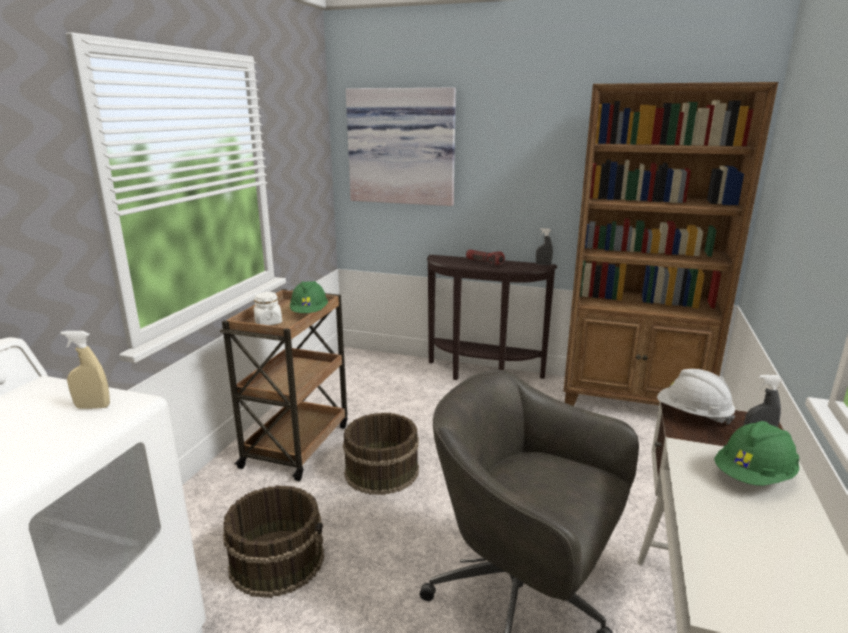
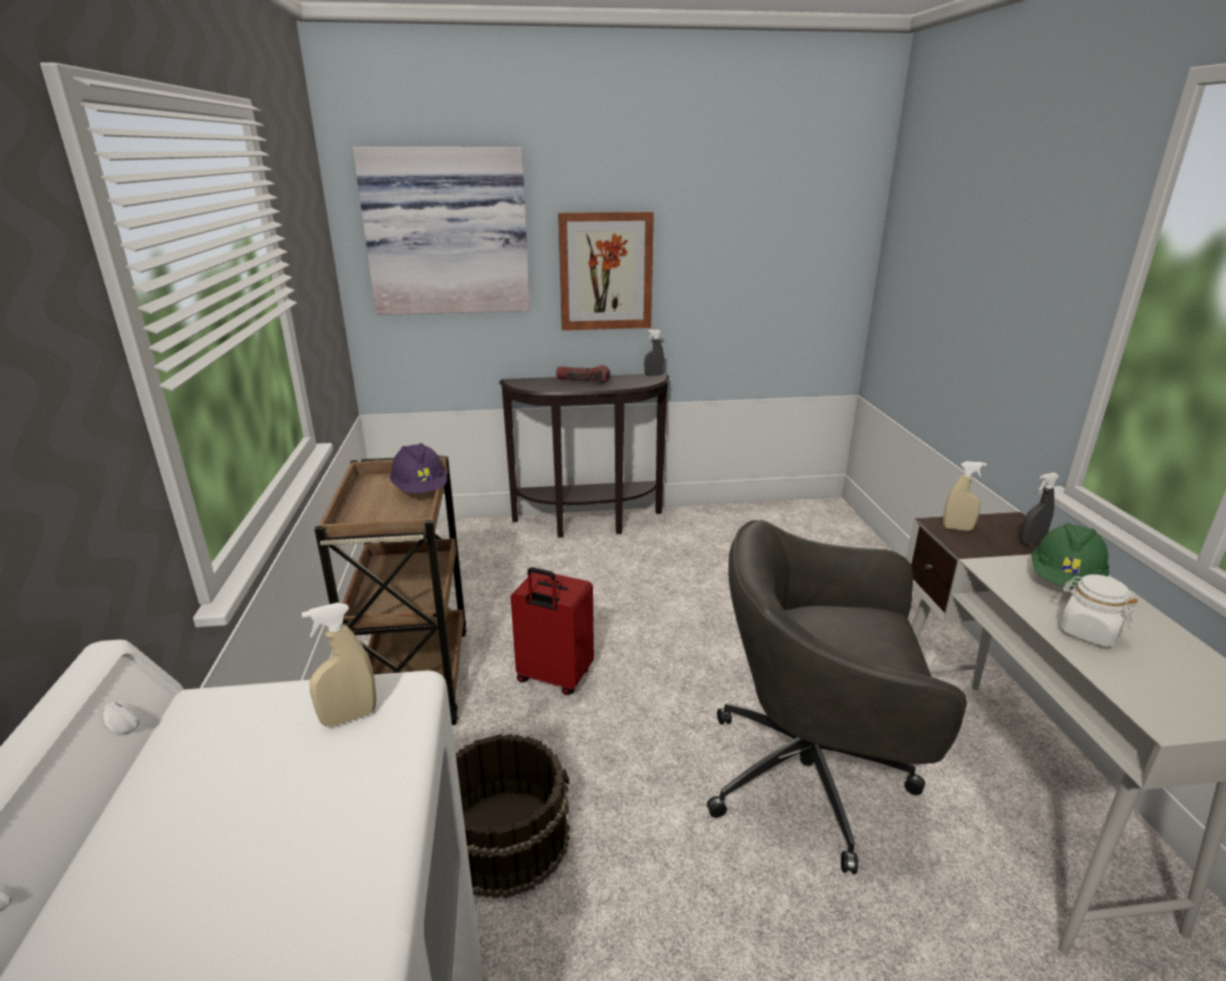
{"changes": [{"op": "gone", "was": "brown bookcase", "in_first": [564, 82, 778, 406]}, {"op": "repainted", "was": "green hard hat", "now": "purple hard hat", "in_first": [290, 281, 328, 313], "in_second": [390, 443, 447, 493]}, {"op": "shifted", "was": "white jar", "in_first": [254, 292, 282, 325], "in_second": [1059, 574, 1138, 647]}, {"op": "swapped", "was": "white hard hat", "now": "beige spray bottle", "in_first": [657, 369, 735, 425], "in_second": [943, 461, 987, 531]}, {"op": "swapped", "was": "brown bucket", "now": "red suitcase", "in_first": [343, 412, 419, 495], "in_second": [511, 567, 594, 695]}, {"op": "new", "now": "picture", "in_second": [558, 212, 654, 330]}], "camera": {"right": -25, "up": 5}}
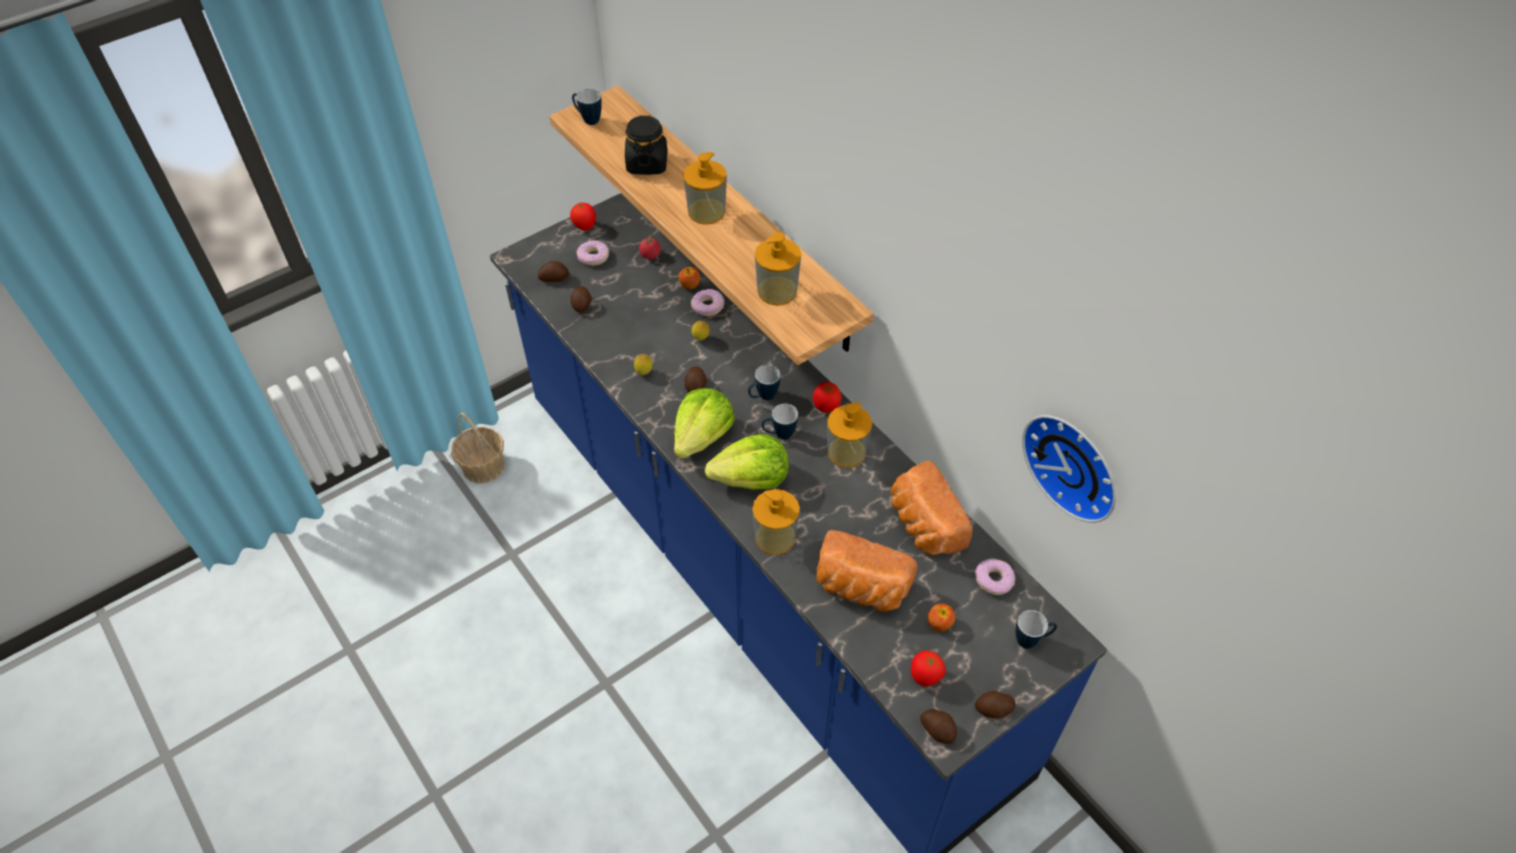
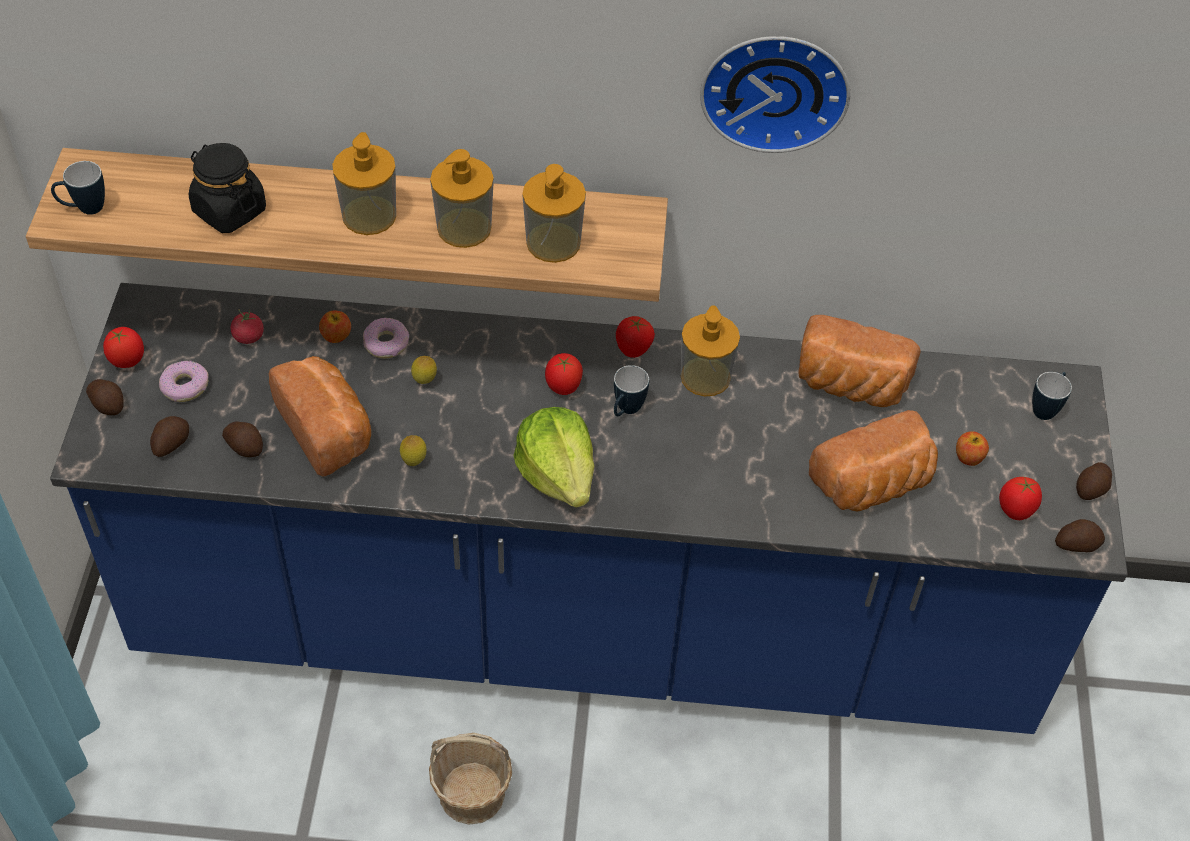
{"changes": [{"op": "swapped", "was": "mug", "now": "tomato", "in_first": [748, 365, 780, 400], "in_second": [545, 353, 583, 395]}, {"op": "shifted", "was": "potato", "in_first": [685, 366, 707, 392], "in_second": [86, 379, 124, 415]}, {"op": "shifted", "was": "basket", "in_first": [451, 413, 504, 484], "in_second": [429, 733, 512, 825]}, {"op": "shifted", "was": "wall clock", "in_first": [1022, 415, 1116, 523], "in_second": [700, 36, 850, 153]}, {"op": "gone", "was": "lettuce", "in_first": [705, 434, 789, 490]}, {"op": "shifted", "was": "soap dispenser", "in_first": [752, 489, 800, 555], "in_second": [430, 149, 494, 248]}, {"op": "gone", "was": "donut", "in_first": [975, 559, 1015, 595]}, {"op": "new", "now": "bread", "in_second": [269, 356, 371, 477]}], "camera": {"right": -50, "up": 0}}
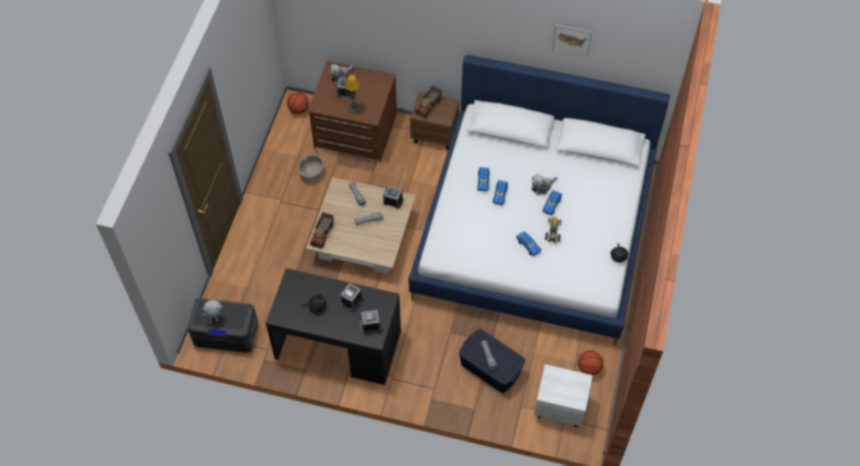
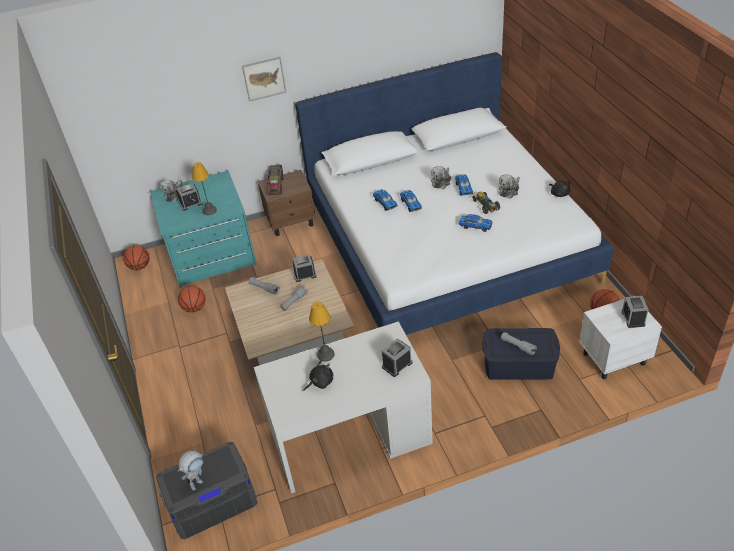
{"changes": [{"op": "shifted", "was": "picture", "in_first": [552, 25, 592, 57], "in_second": [242, 57, 286, 102]}, {"op": "repainted", "was": "brown dresser", "now": "turquoise dresser", "in_first": [307, 61, 397, 162], "in_second": [150, 171, 257, 288]}, {"op": "swapped", "was": "basket", "now": "basketball", "in_first": [298, 147, 324, 183], "in_second": [178, 286, 206, 313]}, {"op": "gone", "was": "toy truck", "in_first": [310, 212, 334, 248]}, {"op": "repainted", "was": "black desk", "now": "white desk", "in_first": [266, 268, 401, 385], "in_second": [254, 321, 433, 494]}, {"op": "shifted", "was": "alarm clock", "in_first": [340, 283, 363, 311], "in_second": [622, 296, 649, 328]}, {"op": "new", "now": "plush toy", "in_second": [499, 174, 520, 199]}, {"op": "new", "now": "table lamp", "in_second": [309, 301, 335, 362]}], "camera": {"right": -30, "up": -15}}
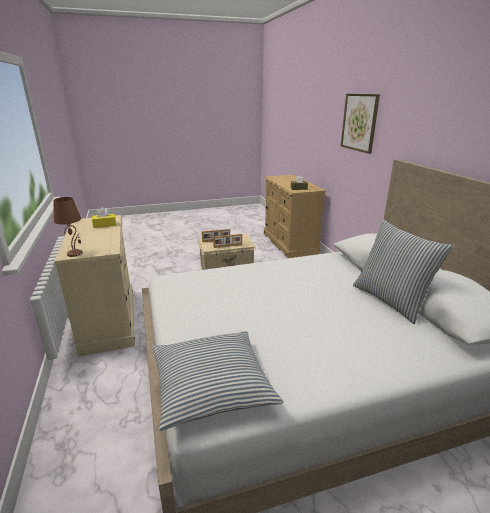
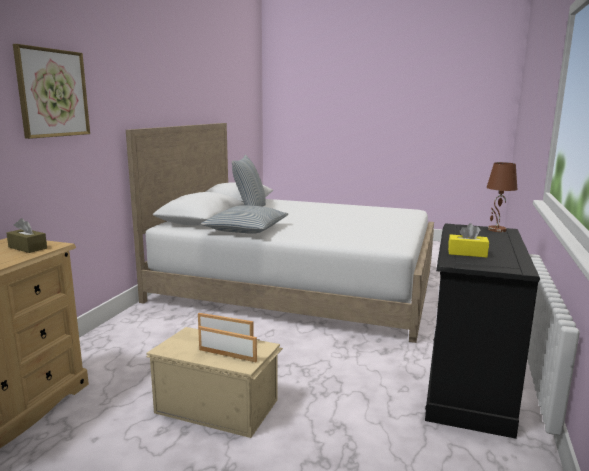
{"changes": [{"op": "repainted", "was": "beige dresser", "now": "black dresser", "in_first": [54, 215, 135, 357], "in_second": [425, 223, 540, 439]}, {"op": "shifted", "was": "pillow", "in_first": [152, 331, 283, 431], "in_second": [201, 205, 288, 234]}], "camera": {"right": -145, "up": -10}}
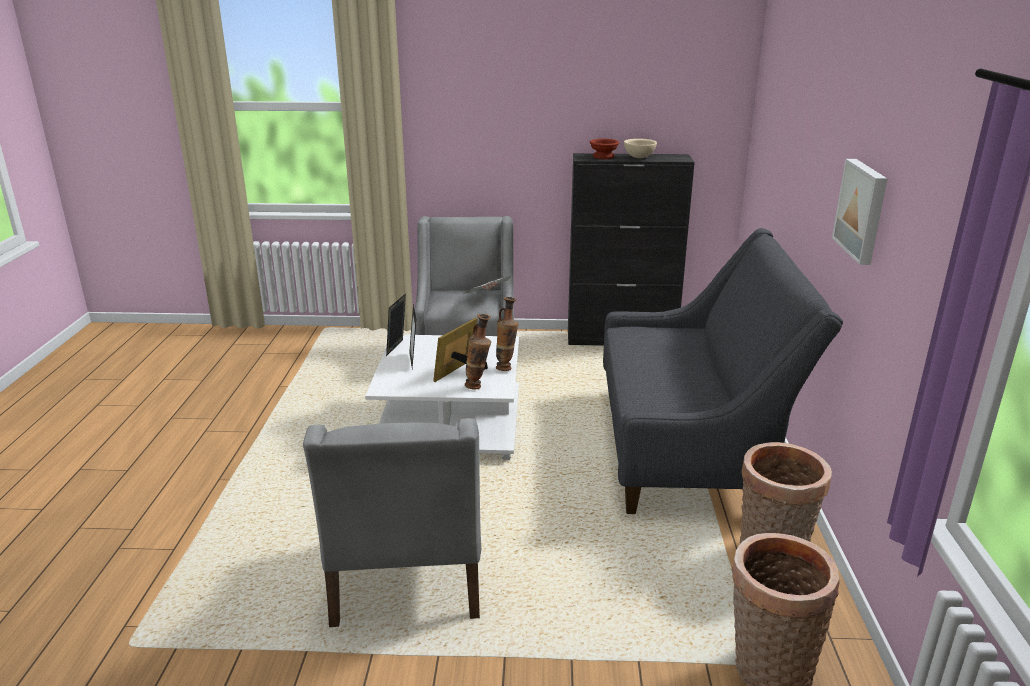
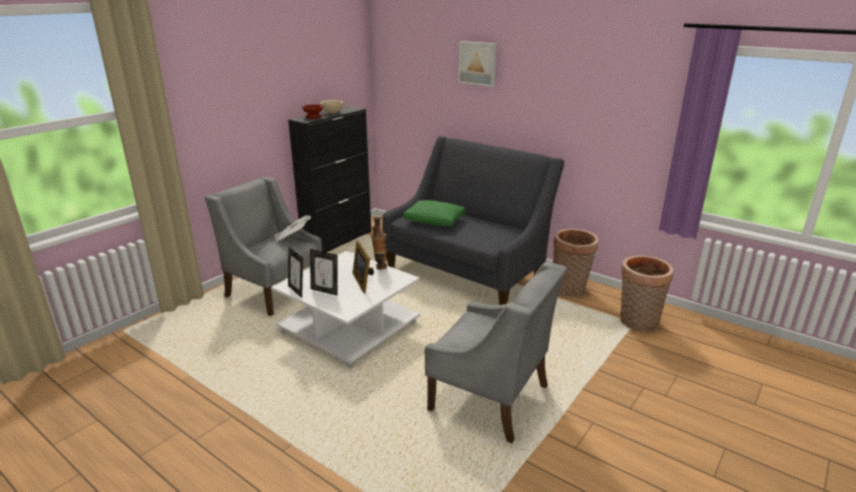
{"changes": [{"op": "shifted", "was": "picture", "in_first": [832, 159, 887, 265], "in_second": [459, 41, 497, 87]}, {"op": "gone", "was": "vase", "in_first": [465, 314, 491, 390]}, {"op": "new", "now": "green pillow", "in_second": [403, 200, 466, 226]}], "camera": {"right": -55, "up": 0}}
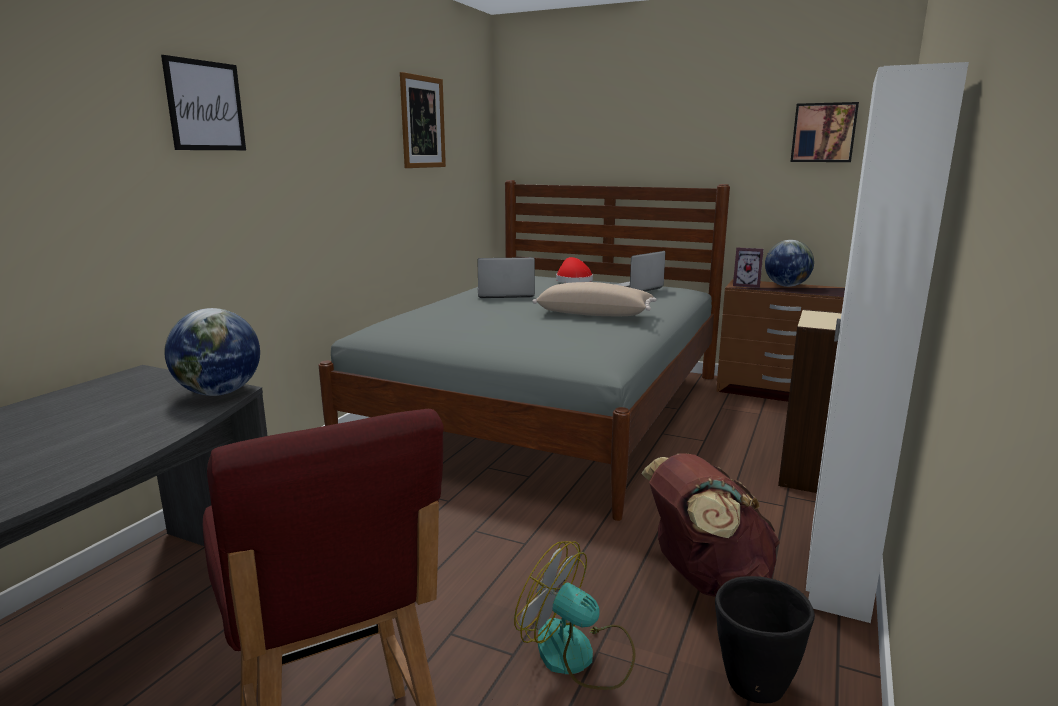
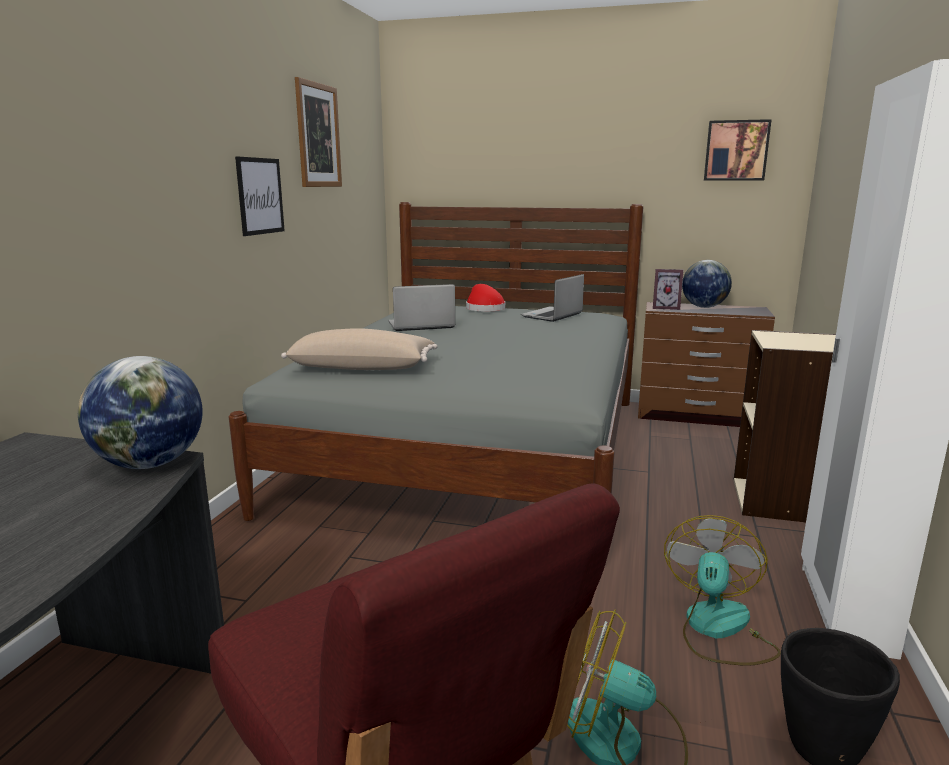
{"changes": [{"op": "shifted", "was": "picture", "in_first": [161, 55, 246, 150], "in_second": [235, 156, 285, 236]}, {"op": "shifted", "was": "beige pillow", "in_first": [532, 282, 657, 316], "in_second": [281, 328, 437, 370]}, {"op": "swapped", "was": "brown backpack", "now": "fan", "in_first": [641, 453, 780, 597], "in_second": [664, 515, 781, 666]}], "camera": {"right": -10, "up": 0}}
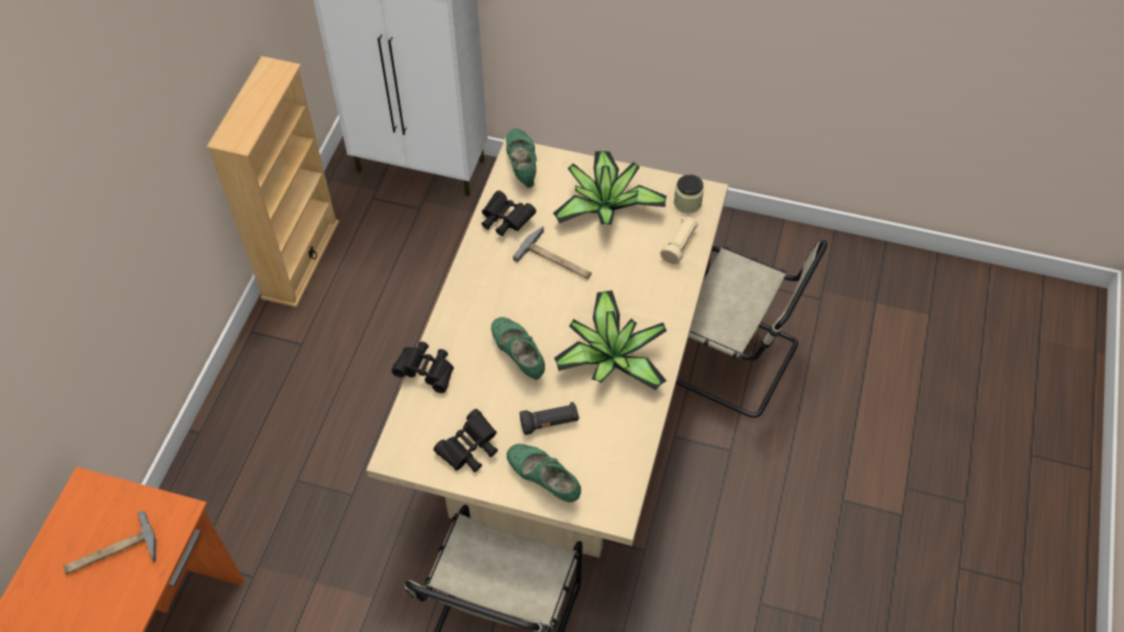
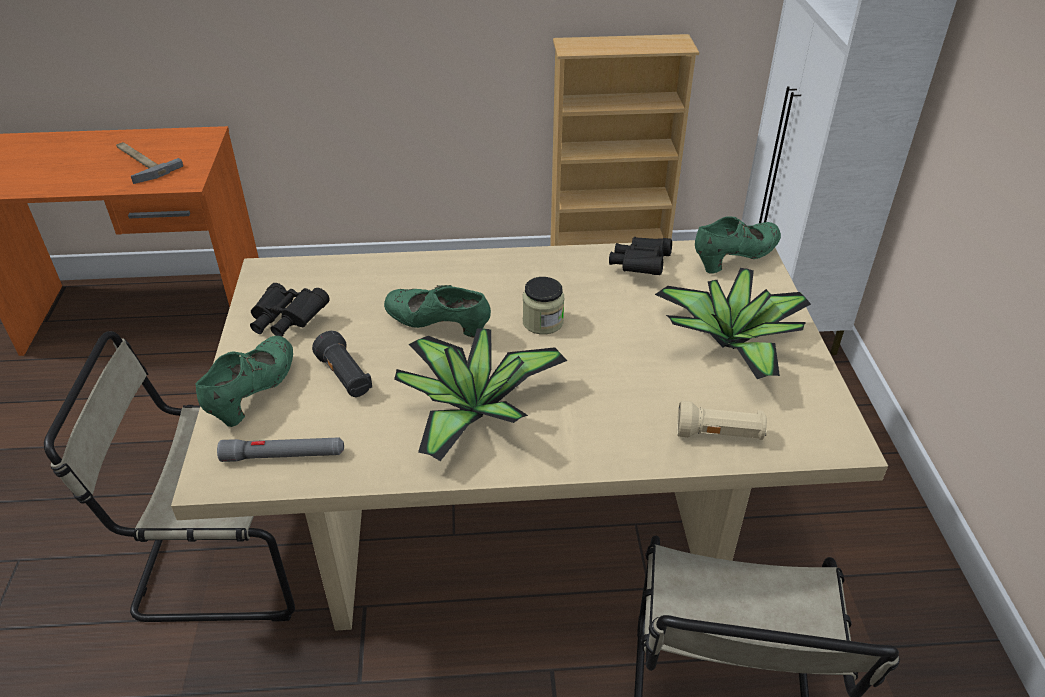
{"changes": [{"op": "shifted", "was": "jar", "in_first": [674, 174, 704, 213], "in_second": [523, 277, 564, 335]}, {"op": "gone", "was": "hammer", "in_first": [513, 226, 592, 279]}, {"op": "rotated", "was": "green shoe", "in_first": [491, 317, 545, 380], "in_second": [384, 285, 491, 337], "clockwise": -105}, {"op": "gone", "was": "black binoculars", "in_first": [392, 342, 454, 393]}, {"op": "new", "now": "grey flashlight", "in_second": [217, 437, 344, 462]}], "camera": {"right": 70, "up": -15}}
